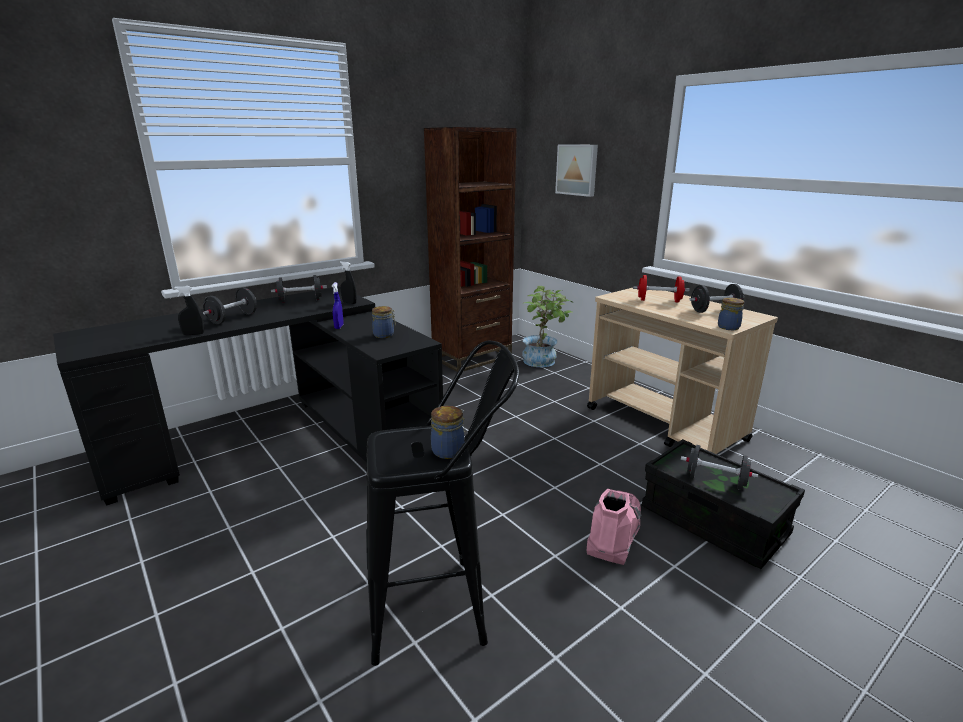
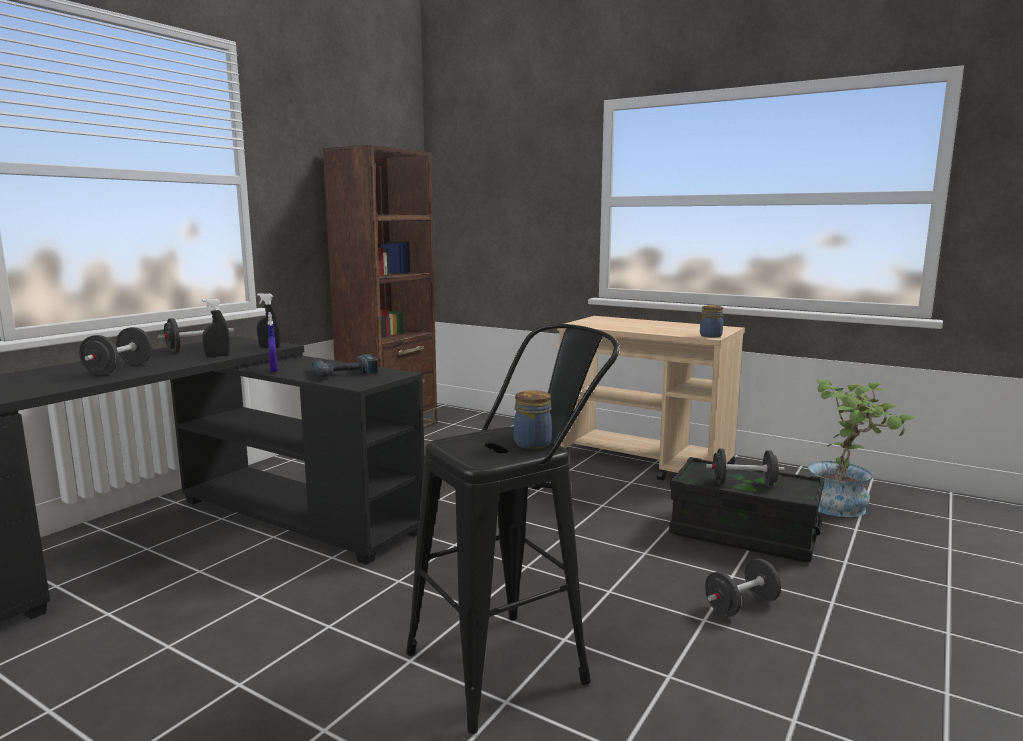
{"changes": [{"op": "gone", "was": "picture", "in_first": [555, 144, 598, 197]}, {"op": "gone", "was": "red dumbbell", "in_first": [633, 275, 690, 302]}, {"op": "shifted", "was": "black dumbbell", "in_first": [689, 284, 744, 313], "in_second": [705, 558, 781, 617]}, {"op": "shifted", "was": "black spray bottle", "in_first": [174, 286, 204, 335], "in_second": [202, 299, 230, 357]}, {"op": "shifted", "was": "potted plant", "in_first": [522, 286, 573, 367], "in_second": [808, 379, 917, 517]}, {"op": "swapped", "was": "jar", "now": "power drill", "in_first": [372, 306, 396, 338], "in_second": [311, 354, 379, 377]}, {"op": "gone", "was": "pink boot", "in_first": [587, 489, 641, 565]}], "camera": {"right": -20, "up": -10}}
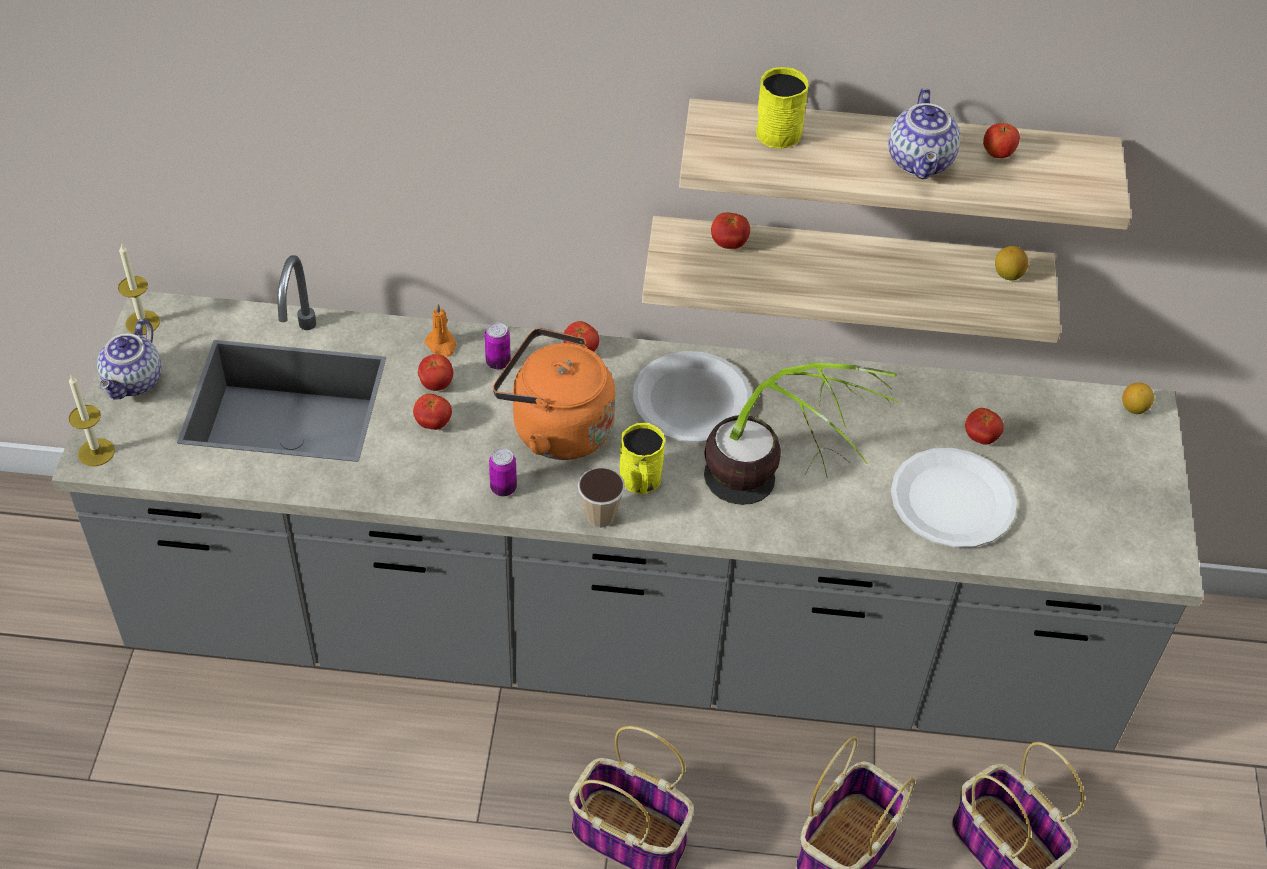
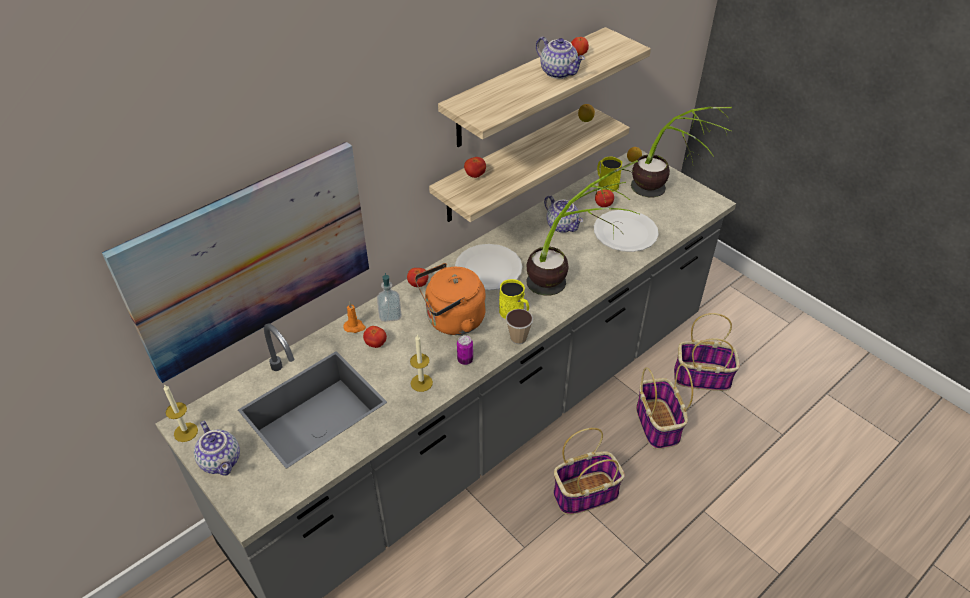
{"changes": [{"op": "shifted", "was": "yellow mug", "in_first": [756, 67, 809, 149], "in_second": [597, 157, 622, 192]}, {"op": "swapped", "was": "can", "now": "soap dispenser", "in_first": [485, 322, 511, 369], "in_second": [377, 273, 402, 322]}, {"op": "shifted", "was": "candle", "in_first": [69, 375, 115, 466], "in_second": [410, 334, 433, 392]}, {"op": "gone", "was": "tomato", "in_first": [413, 394, 452, 430]}, {"op": "new", "now": "potted plant", "in_second": [631, 106, 732, 197]}, {"op": "new", "now": "picture", "in_second": [102, 142, 369, 383]}, {"op": "new", "now": "teapot", "in_second": [544, 195, 583, 233]}], "camera": {"right": -45, "up": -5}}
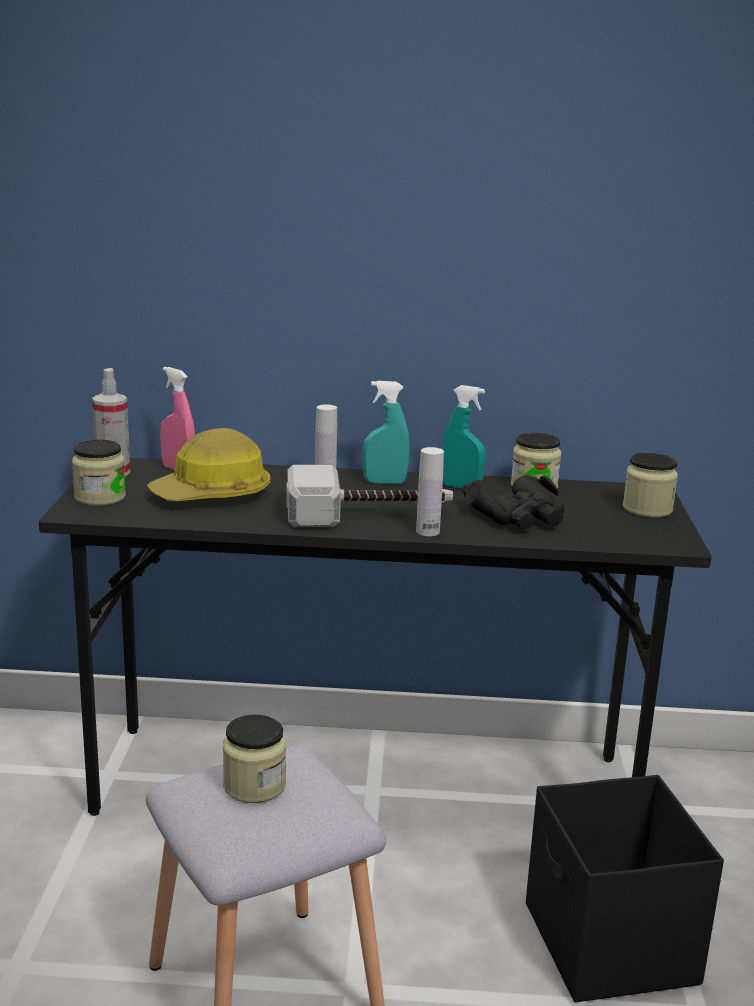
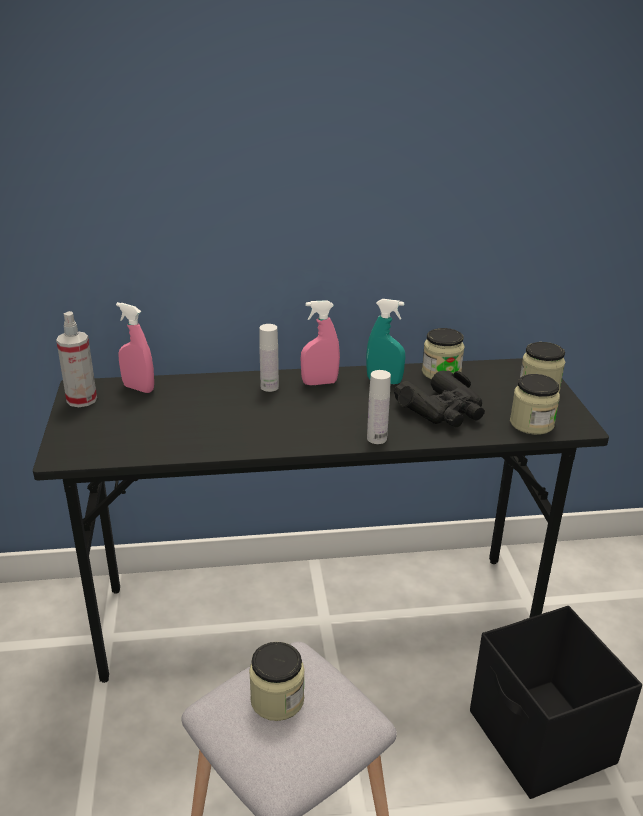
{"changes": [{"op": "repainted", "was": "turquoise spray bottle", "now": "pink spray bottle", "in_first": [363, 381, 410, 484], "in_second": [300, 300, 340, 385]}, {"op": "gone", "was": "hard hat", "in_first": [147, 428, 270, 501]}, {"op": "shifted", "was": "jar", "in_first": [72, 440, 126, 506], "in_second": [510, 374, 560, 435]}, {"op": "gone", "was": "hammer", "in_first": [287, 465, 453, 527]}], "camera": {"right": -10, "up": 10}}
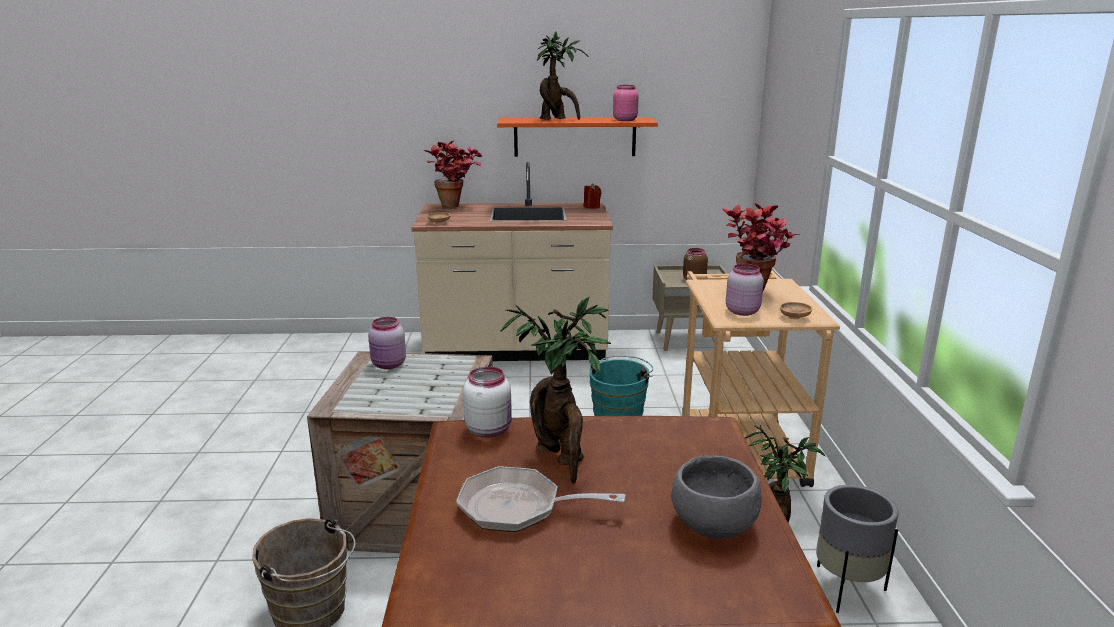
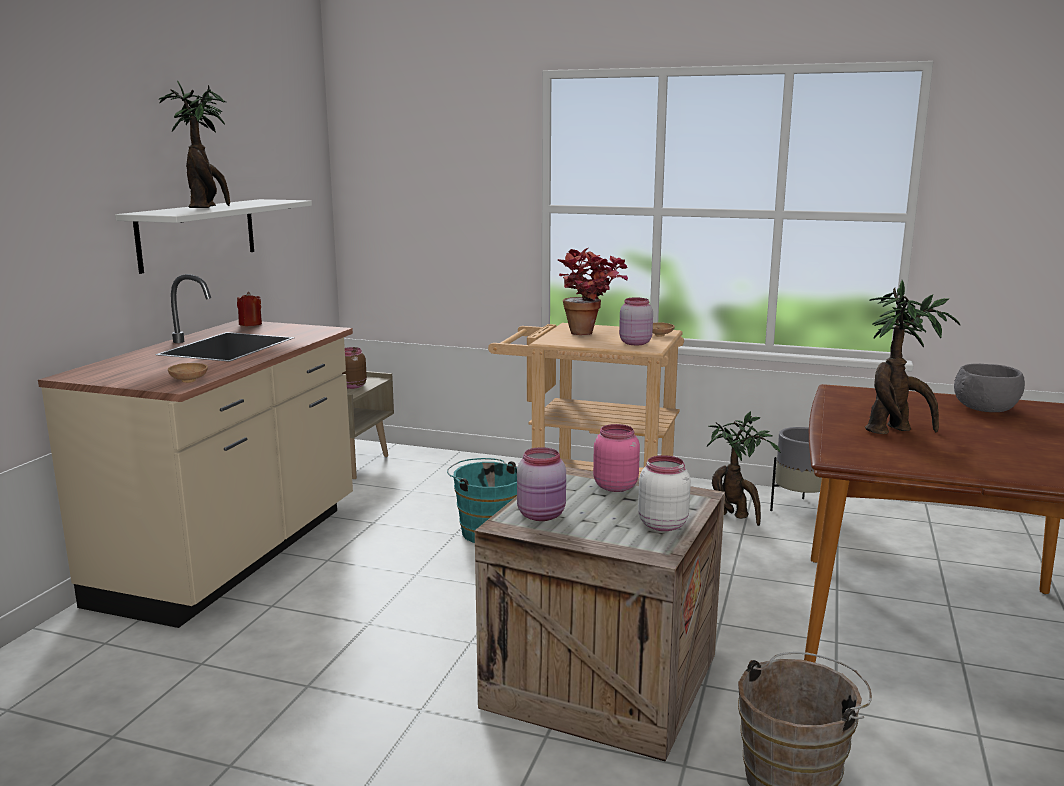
{"changes": [{"op": "shifted", "was": "pink jar", "in_first": [613, 85, 639, 121], "in_second": [593, 424, 640, 492]}, {"op": "repainted", "was": "orange shelf", "now": "white shelf", "in_first": [497, 117, 658, 157], "in_second": [115, 199, 312, 274]}, {"op": "gone", "was": "potted plant", "in_first": [424, 141, 482, 208]}, {"op": "shifted", "was": "white jar", "in_first": [463, 366, 512, 438], "in_second": [638, 455, 691, 531]}, {"op": "gone", "was": "frying pan", "in_first": [456, 466, 625, 532]}], "camera": {"right": -70, "up": -5}}
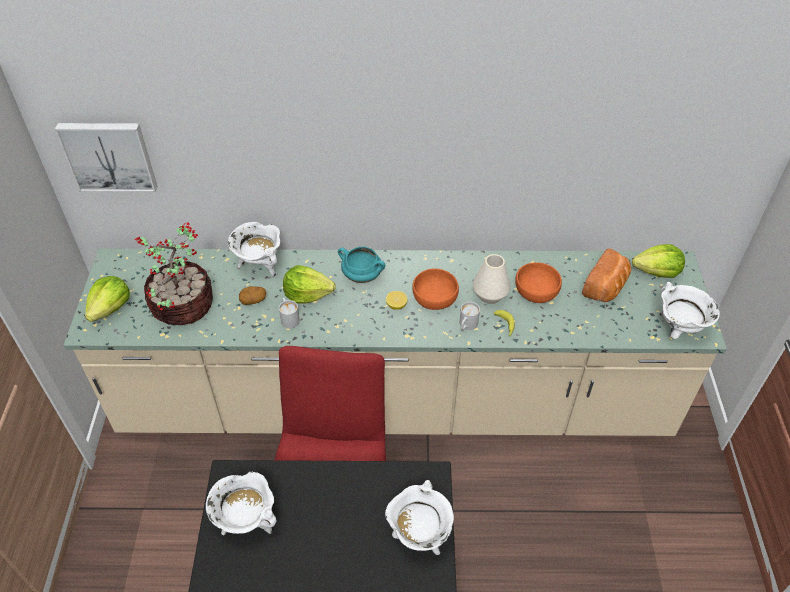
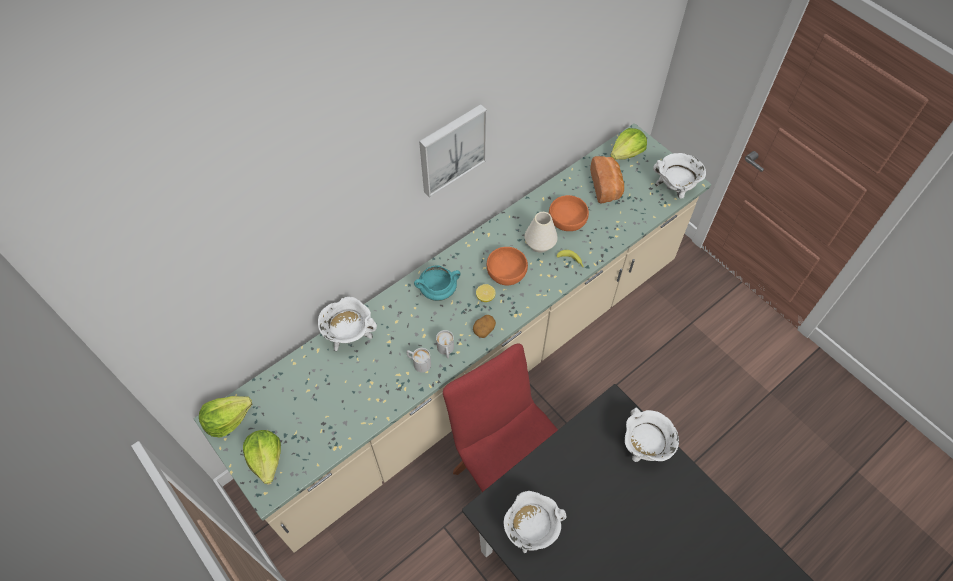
{"changes": [{"op": "shifted", "was": "picture", "in_first": [55, 123, 157, 192], "in_second": [419, 104, 487, 197]}, {"op": "gone", "was": "potted plant", "in_first": [134, 222, 213, 325]}, {"op": "shifted", "was": "lettuce", "in_first": [283, 265, 336, 304], "in_second": [199, 396, 252, 437]}, {"op": "shifted", "was": "potato", "in_first": [239, 286, 266, 305], "in_second": [473, 315, 496, 338]}, {"op": "shifted", "was": "white mug", "in_first": [460, 302, 480, 331], "in_second": [436, 330, 454, 359]}], "camera": {"right": -40, "up": 10}}
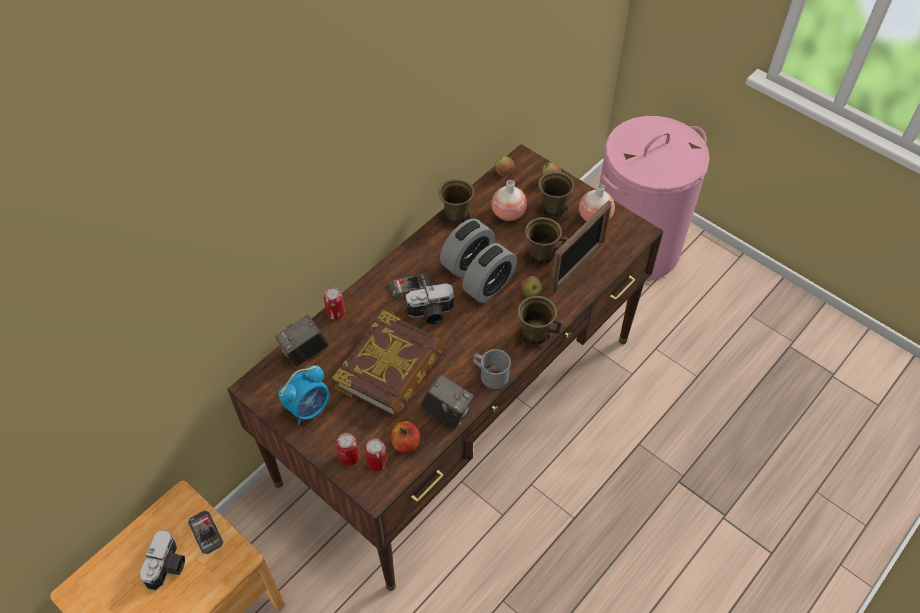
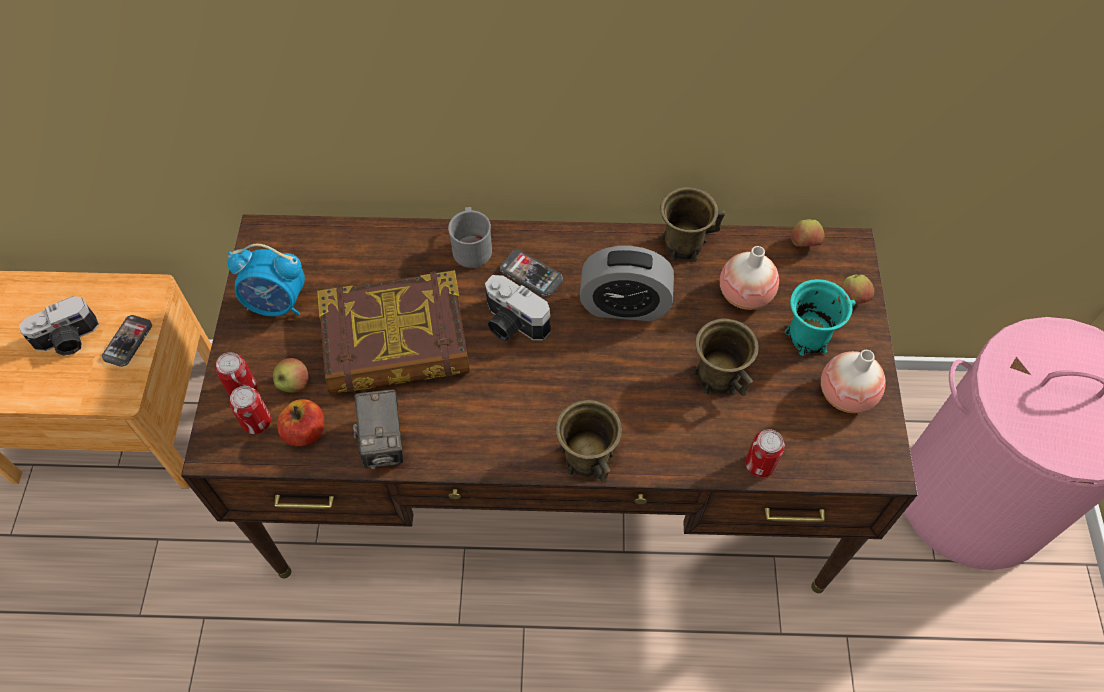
{"changes": [{"op": "repainted", "was": "brown mug", "now": "turquoise mug", "in_first": [538, 171, 574, 218], "in_second": [784, 279, 856, 356]}, {"op": "gone", "was": "picture frame", "in_first": [550, 200, 612, 294]}, {"op": "gone", "was": "alarm clock", "in_first": [462, 243, 517, 303]}, {"op": "shifted", "was": "apple", "in_first": [521, 276, 542, 298], "in_second": [273, 358, 309, 393]}, {"op": "shifted", "was": "can", "in_first": [324, 287, 345, 320], "in_second": [746, 429, 785, 477]}, {"op": "gone", "was": "photo camera", "in_first": [276, 315, 329, 367]}, {"op": "shifted", "was": "grey mug", "in_first": [473, 349, 511, 389], "in_second": [448, 207, 492, 268]}], "camera": {"right": 50, "up": 5}}
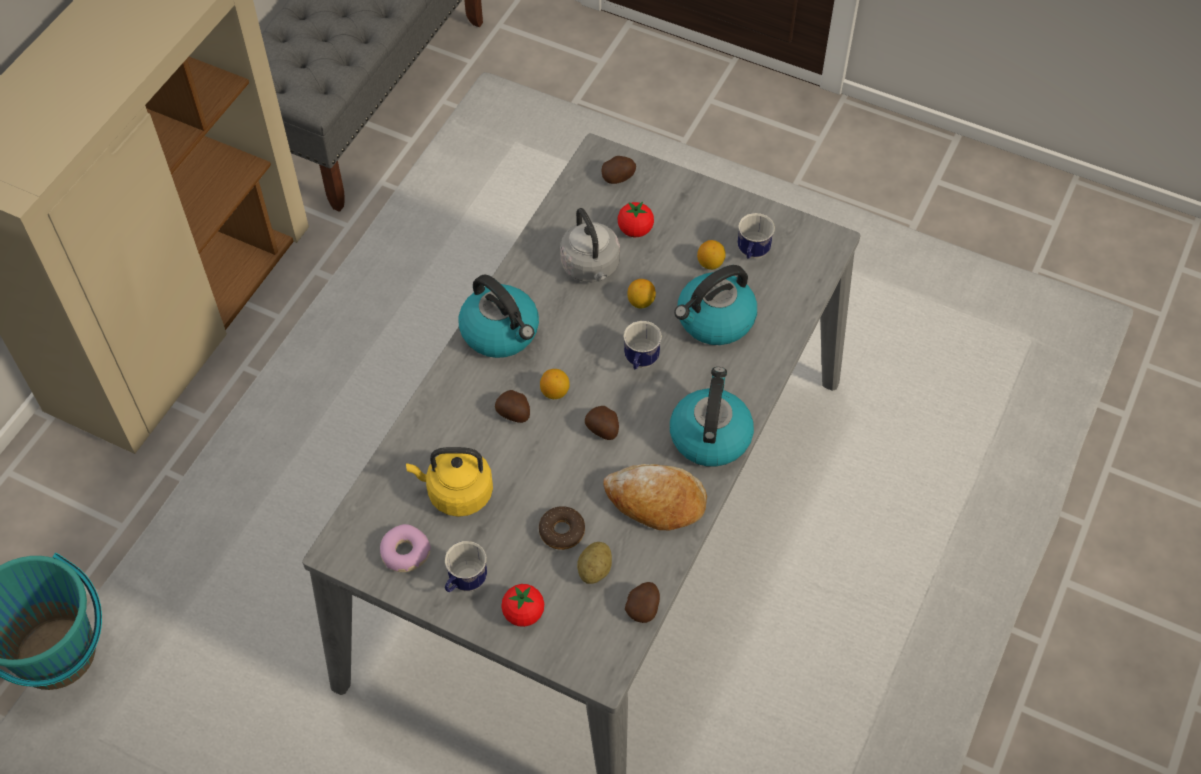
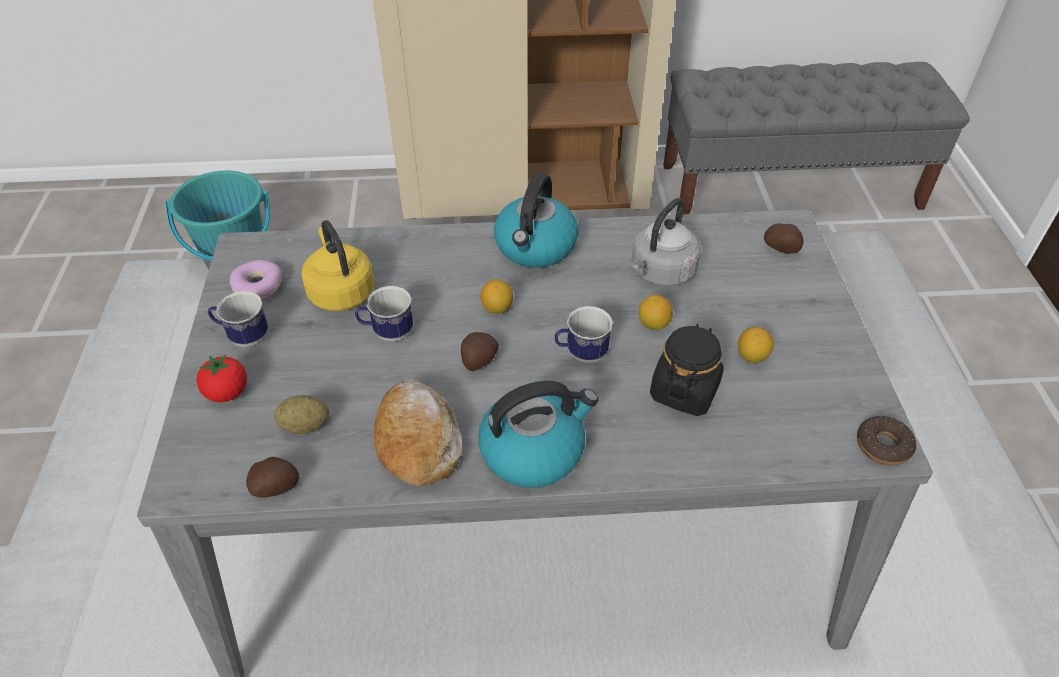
{"changes": [{"op": "gone", "was": "tomato", "in_first": [618, 202, 654, 237]}, {"op": "shifted", "was": "mug", "in_first": [738, 213, 775, 259], "in_second": [355, 286, 413, 342]}, {"op": "swapped", "was": "kettle", "now": "black jar", "in_first": [674, 265, 757, 345], "in_second": [650, 324, 724, 416]}, {"op": "gone", "was": "potato", "in_first": [495, 390, 530, 423]}, {"op": "shifted", "was": "donut", "in_first": [539, 506, 585, 550], "in_second": [857, 416, 916, 465]}], "camera": {"right": 60, "up": -10}}
